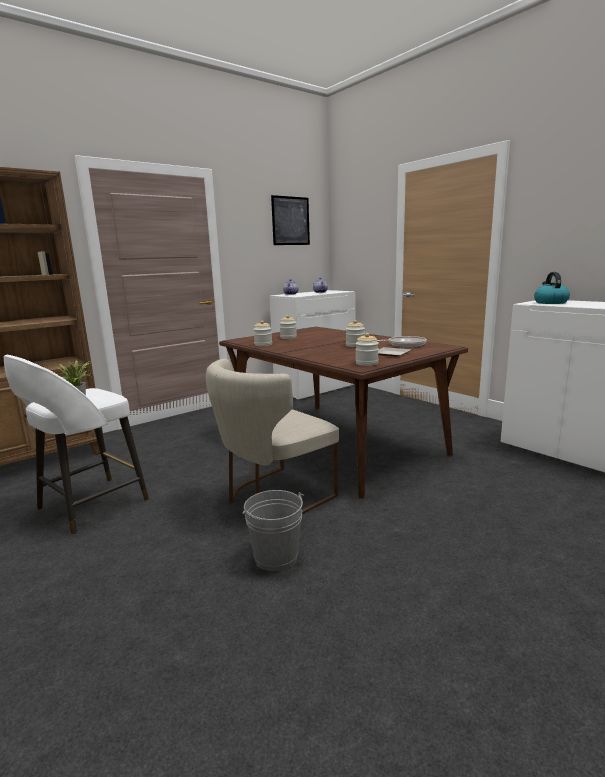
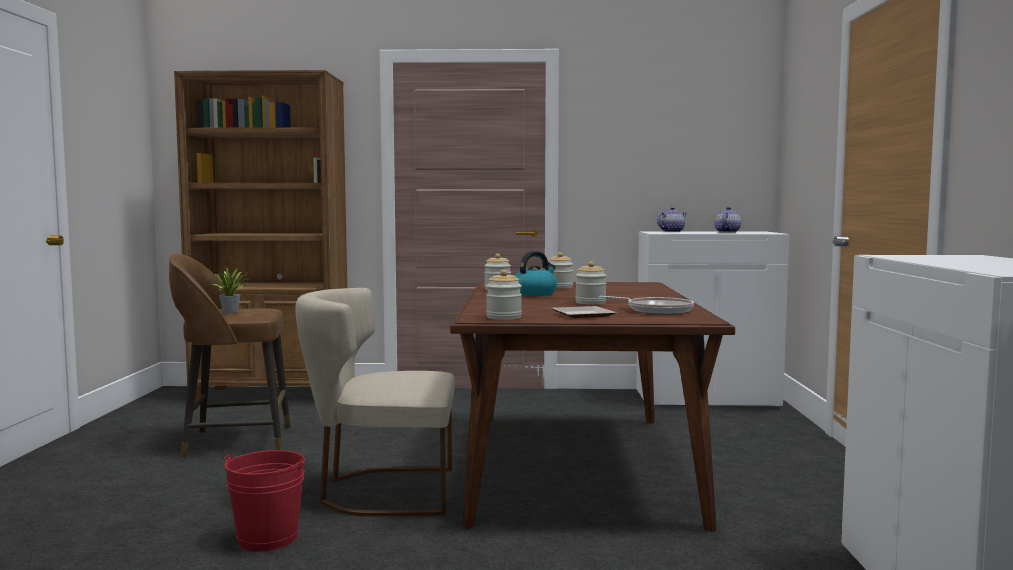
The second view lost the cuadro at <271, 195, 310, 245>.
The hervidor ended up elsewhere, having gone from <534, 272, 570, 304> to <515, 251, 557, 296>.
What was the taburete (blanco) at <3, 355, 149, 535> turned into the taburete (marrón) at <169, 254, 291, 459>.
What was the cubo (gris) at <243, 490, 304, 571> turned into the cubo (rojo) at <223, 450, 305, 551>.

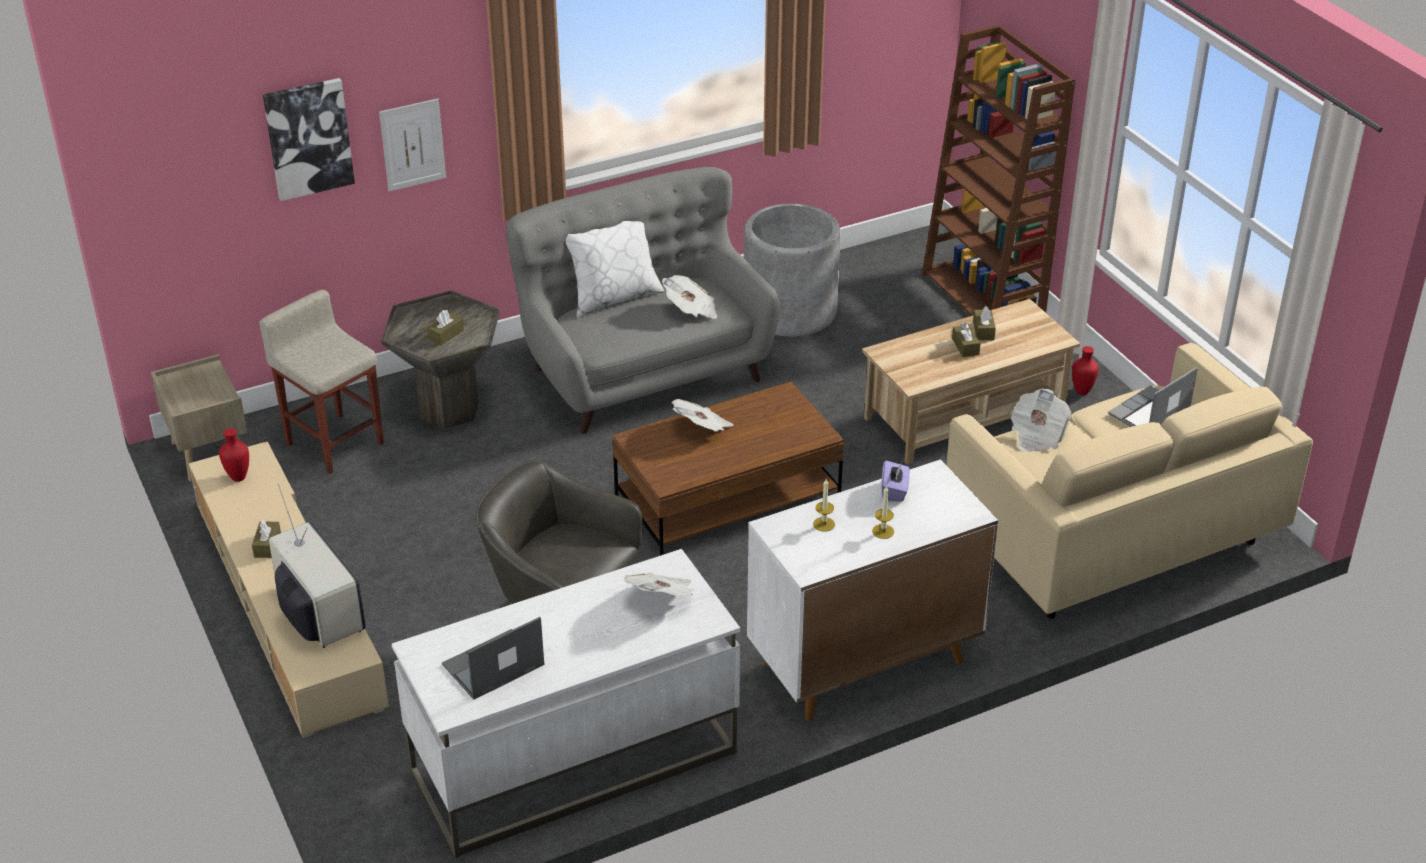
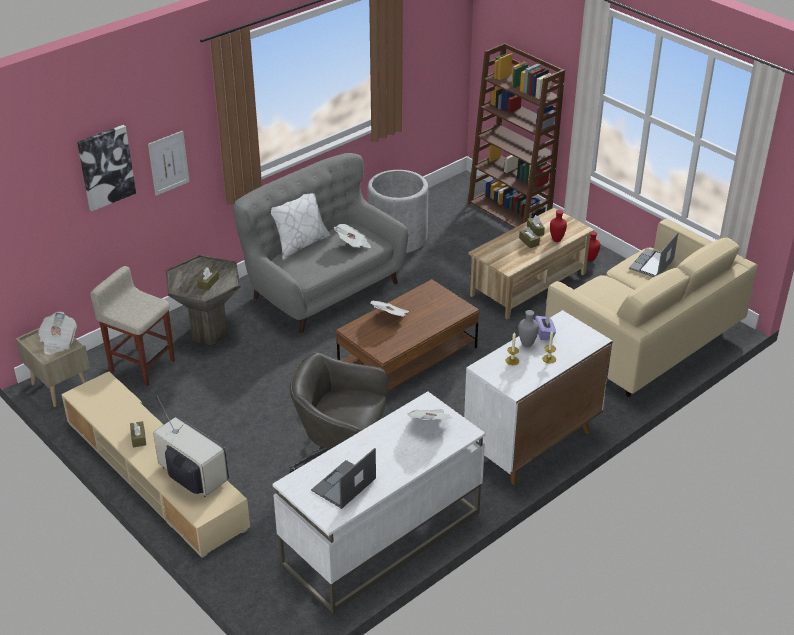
The second view gained the florero (gris) at <518, 310, 539, 348>.
The florero (rojo) ended up elsewhere, having gone from <219, 428, 249, 482> to <550, 210, 567, 242>.
The periódico ended up elsewhere, having gone from <1010, 388, 1072, 452> to <38, 312, 77, 355>.

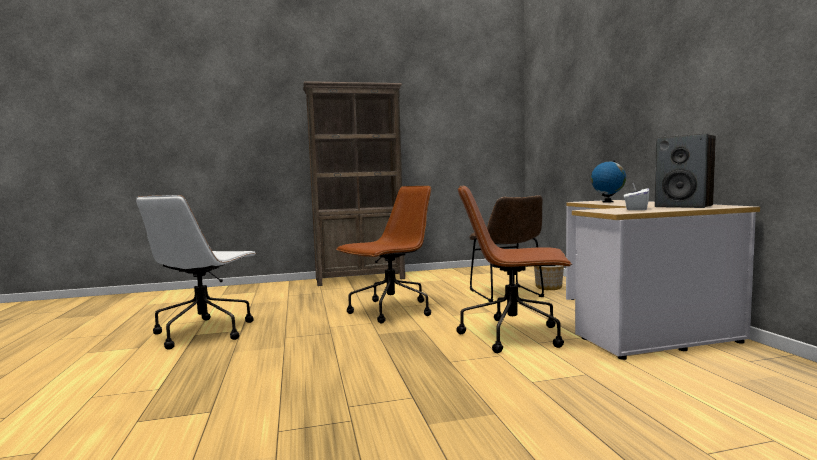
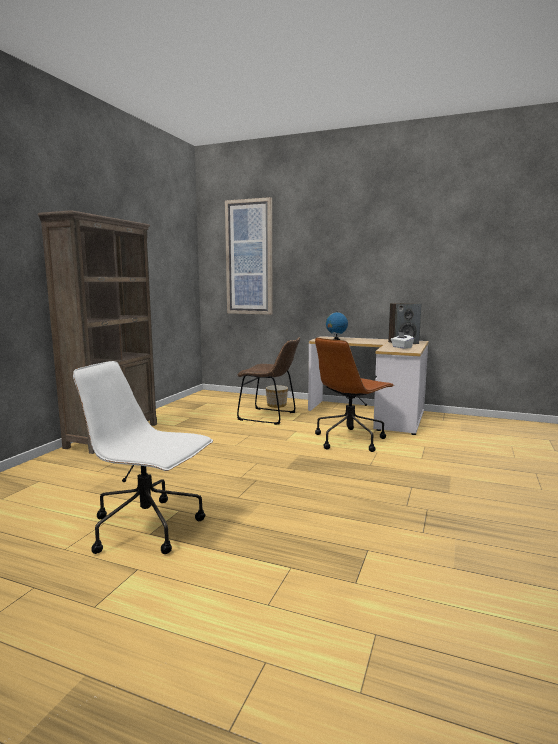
The second view lost the silla de oficina (marrón) at <336, 186, 431, 324>.
The second view gained the cuadro at <225, 197, 272, 315>.
The silla de oficina (blanco) at <136, 195, 257, 349> ended up facing another way, 150 degrees clockwise from before.

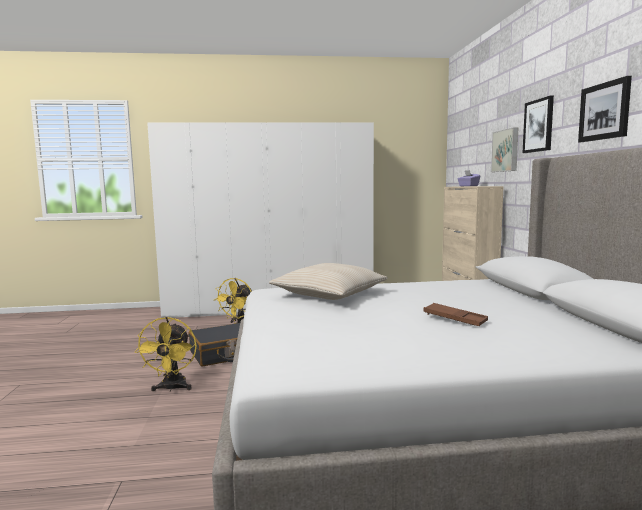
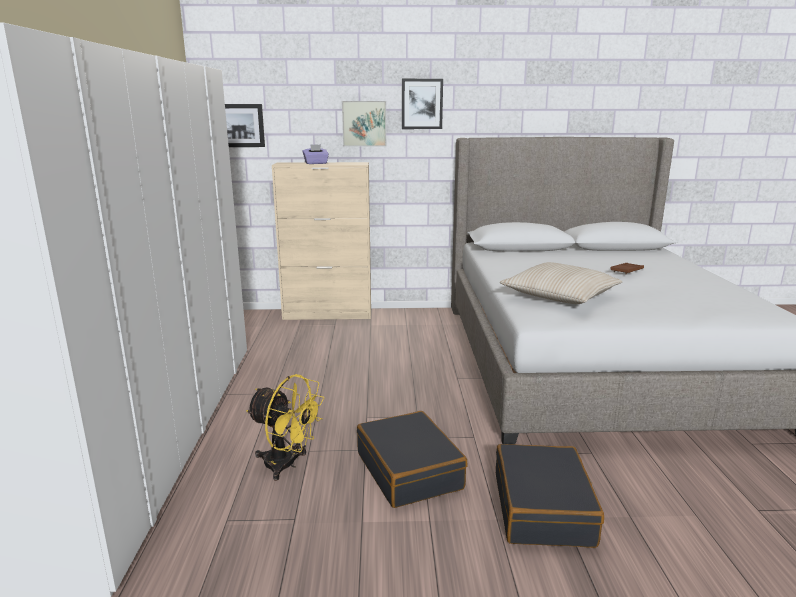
The cuadro ended up elsewhere, having gone from <578, 76, 632, 142> to <225, 104, 265, 147>.
Where the ventilador (amarillo) stood at <135, 317, 197, 392>, the maleta (negro) came to stand at <496, 444, 604, 548>.

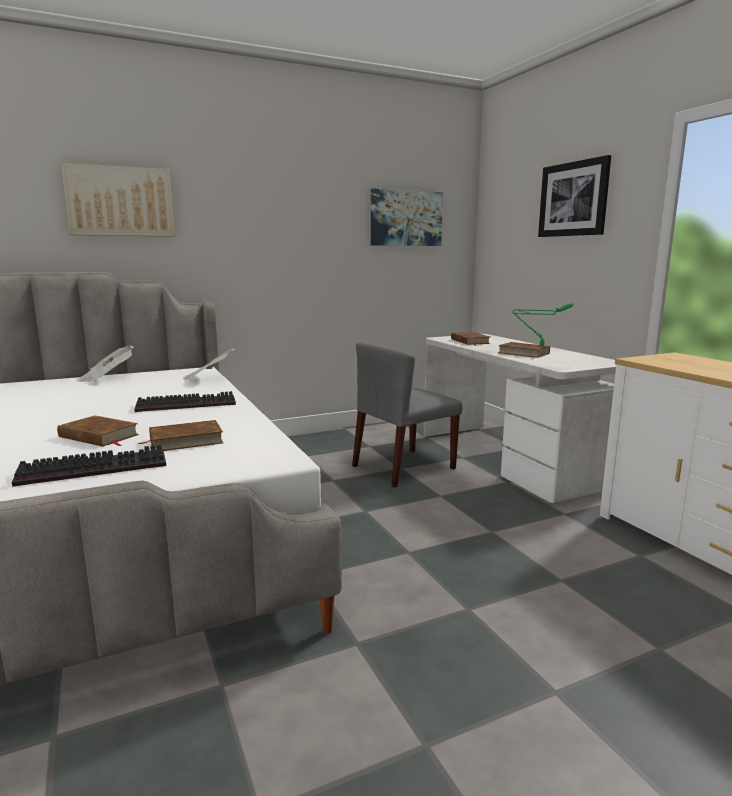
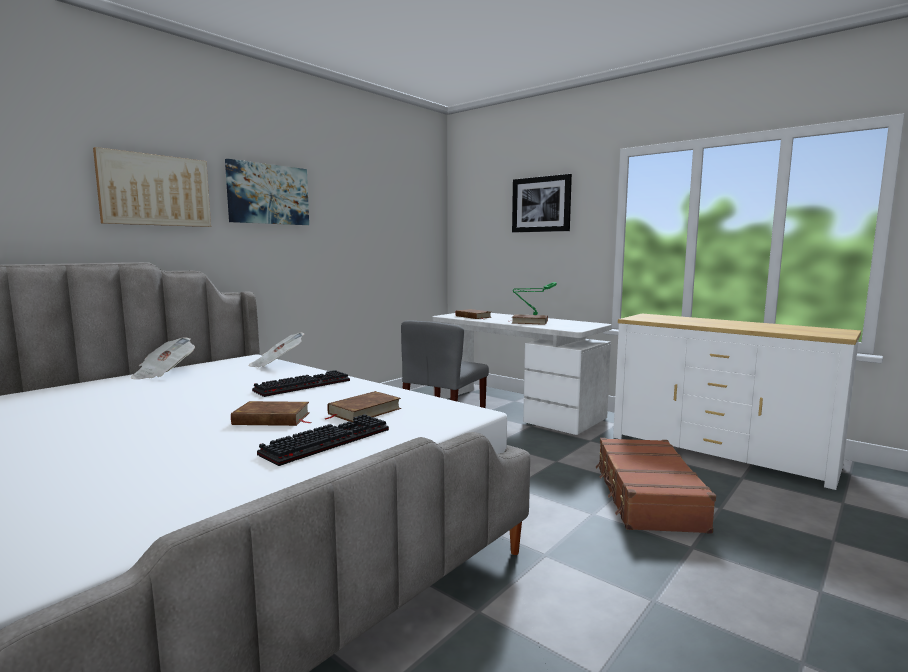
The second view gained the maleta (marrón) at <596, 438, 716, 534>.
The cuadro ended up elsewhere, having gone from <371, 188, 443, 246> to <225, 159, 309, 225>.

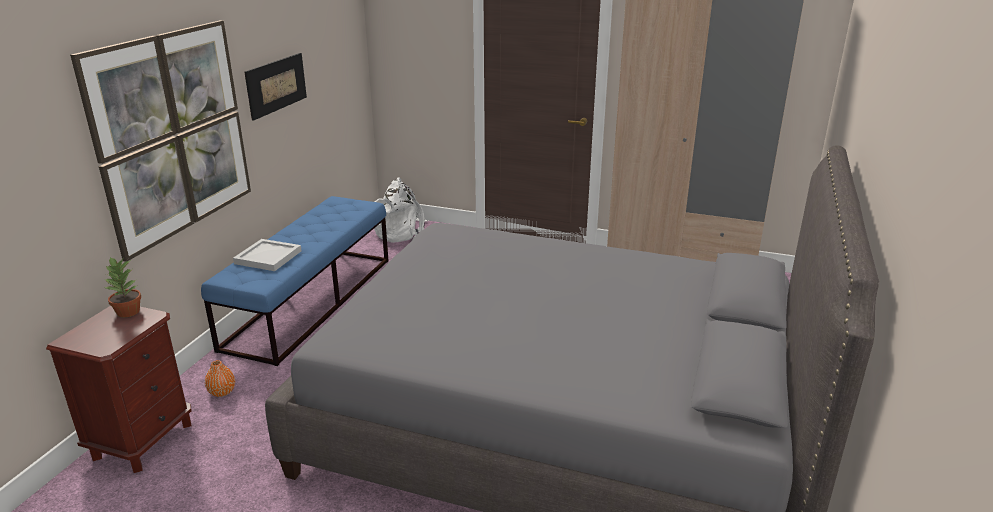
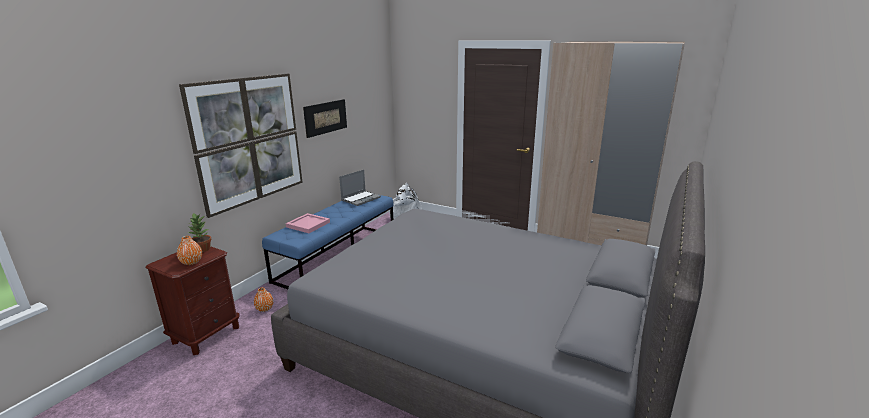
The second view gained the florero (naranja) at <177, 236, 202, 265>.
The second view gained the portátil at <339, 170, 381, 206>.
What was the bandeja (blanco) at <233, 239, 302, 271> turned into the bandeja (rosa) at <286, 213, 330, 233>.

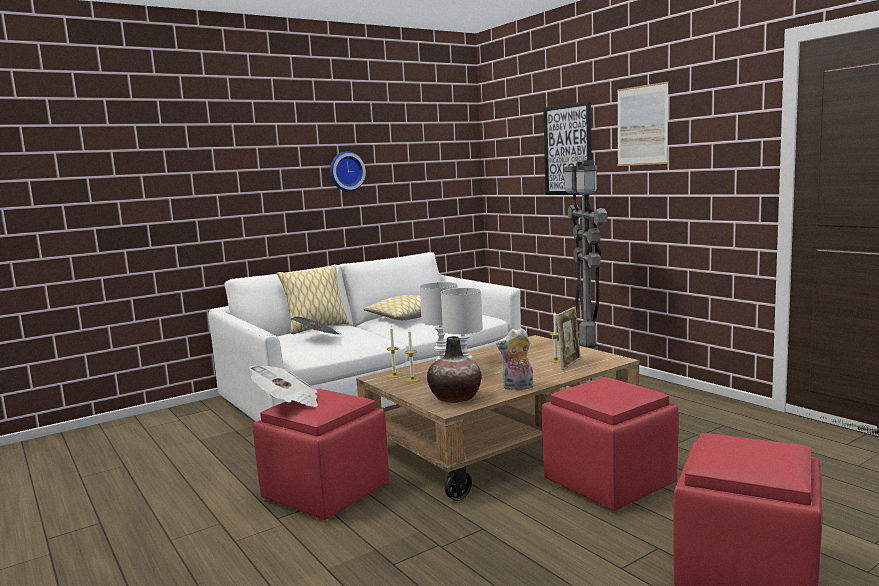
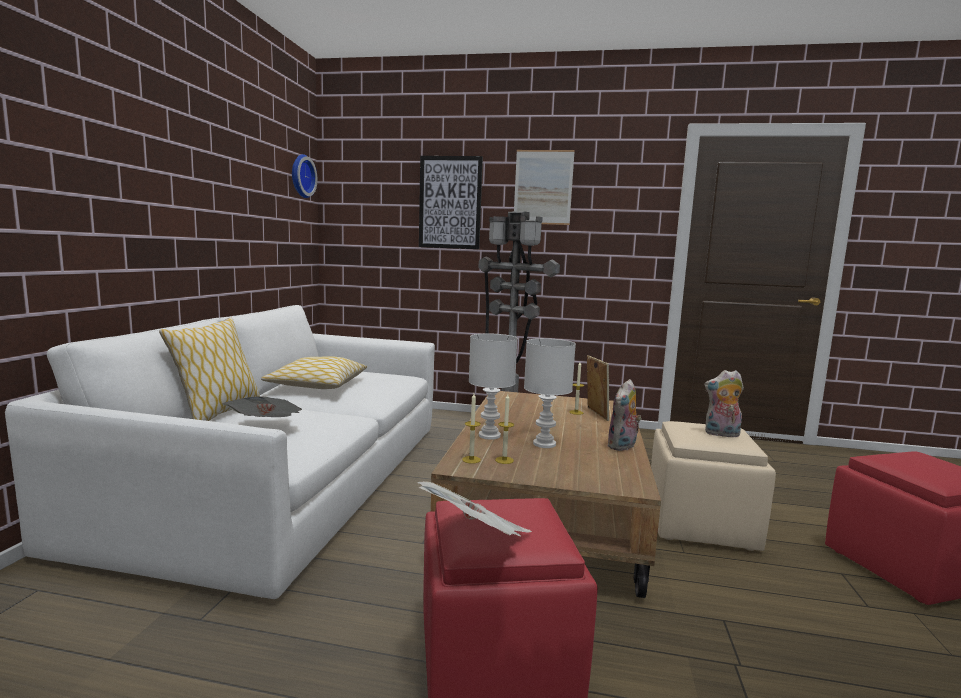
The second view lost the florero at <427, 336, 482, 403>.
The second view gained the peluche at <704, 370, 744, 437>.
The reloj de pared ended up elsewhere, having gone from <330, 151, 366, 192> to <292, 154, 317, 198>.
What was the puf (rojo) at <542, 377, 678, 511> turned into the puf (beis) at <651, 421, 776, 551>.

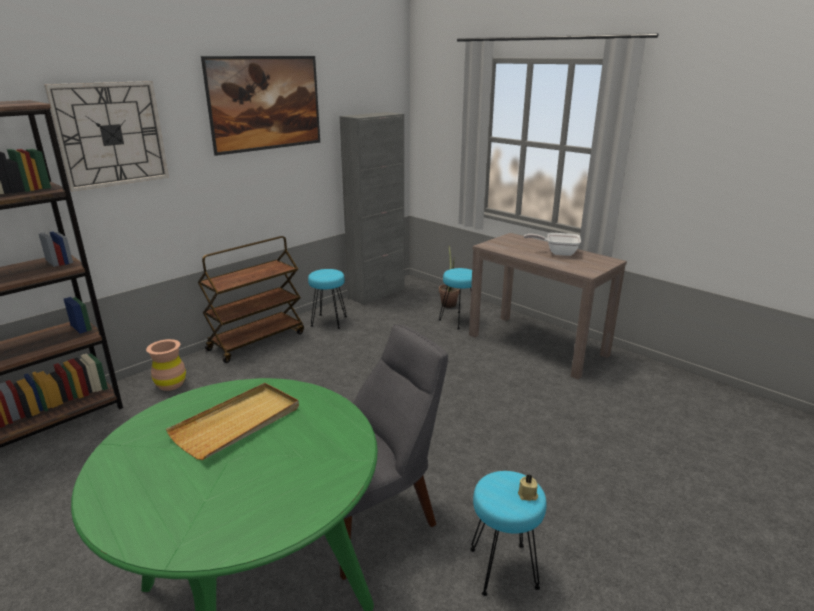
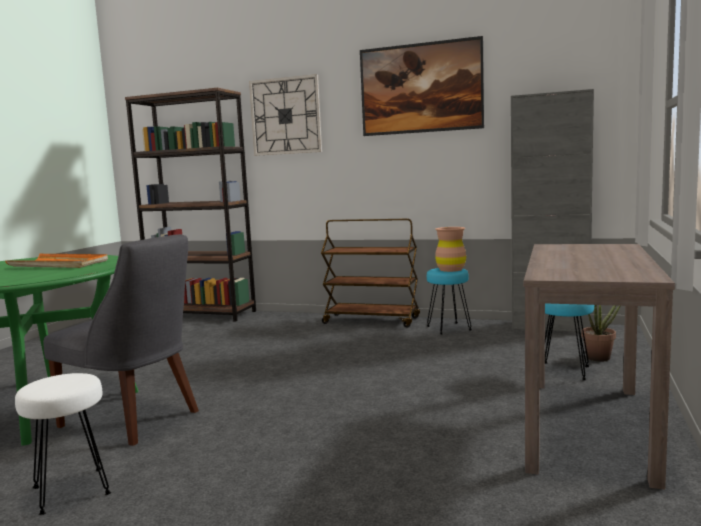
The second view lost the vela (beis) at <518, 474, 538, 501>.
The second view lost the sartén at <524, 233, 581, 256>.
The florero (marrón) ended up elsewhere, having gone from <146, 339, 186, 391> to <435, 227, 466, 272>.
What was the bandeja (beis) at <166, 383, 299, 460> turned into the bandeja (naranja) at <5, 254, 108, 268>.
What was the taburete (turquesa) at <470, 471, 547, 596> turned into the taburete (blanco) at <15, 373, 111, 515>.

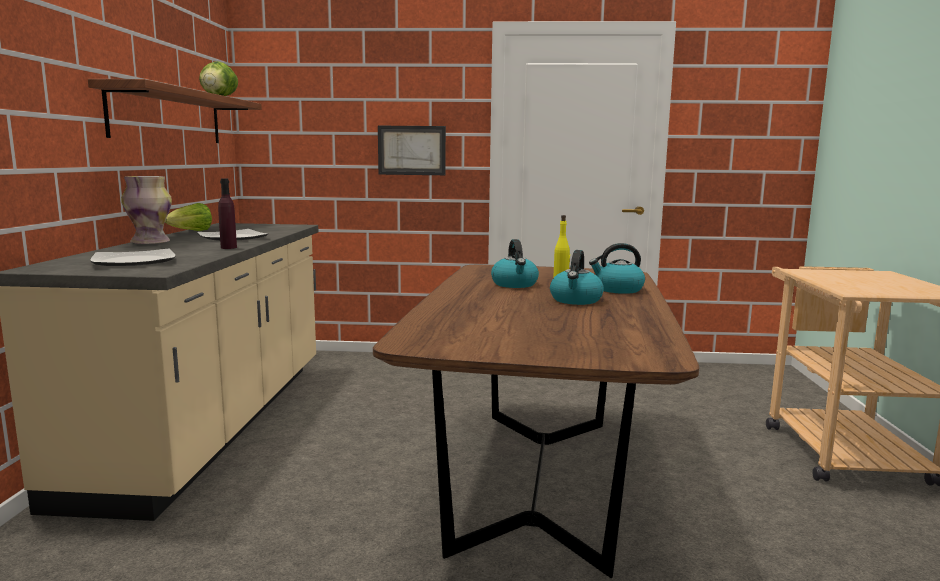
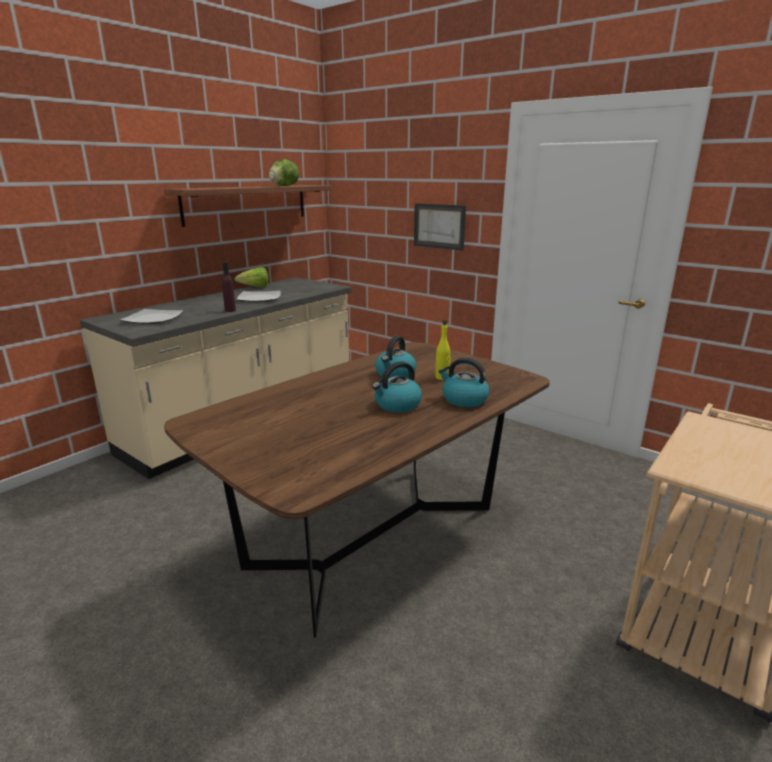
The second view lost the florero at <121, 176, 172, 244>.

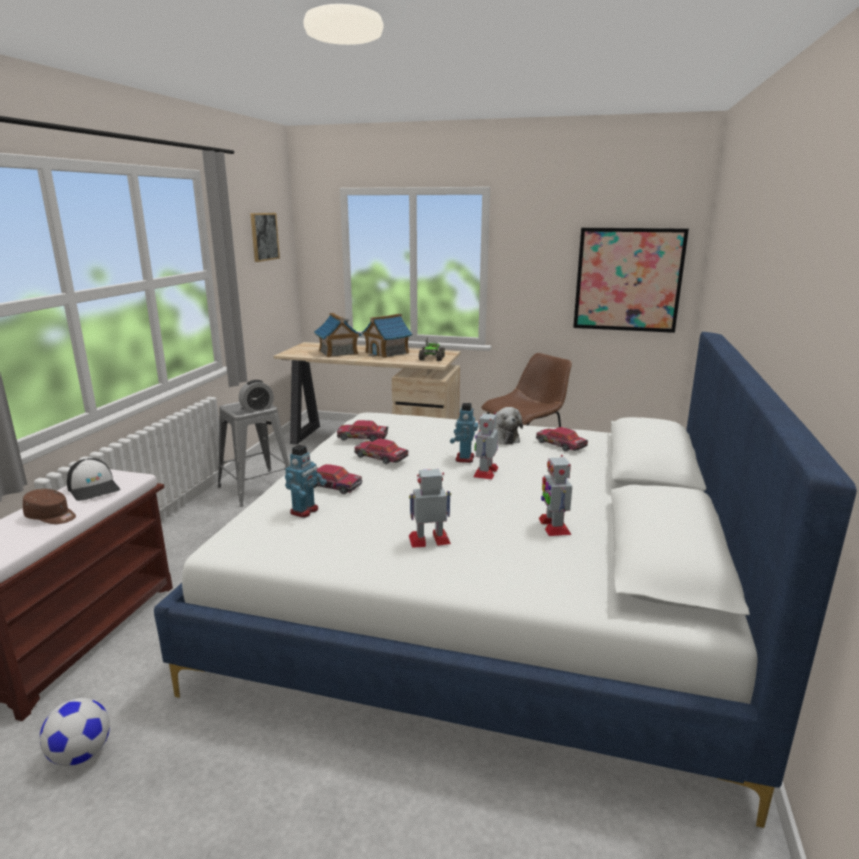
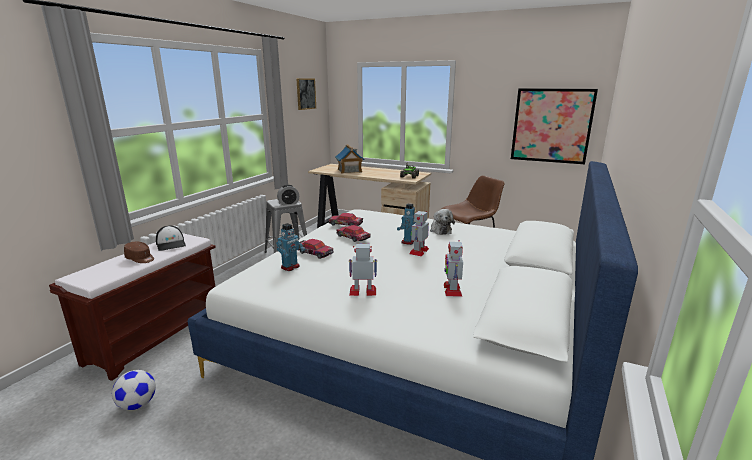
The second view lost the casita at <362, 314, 412, 358>.
The second view lost the coche de juguete at <536, 427, 588, 451>.

